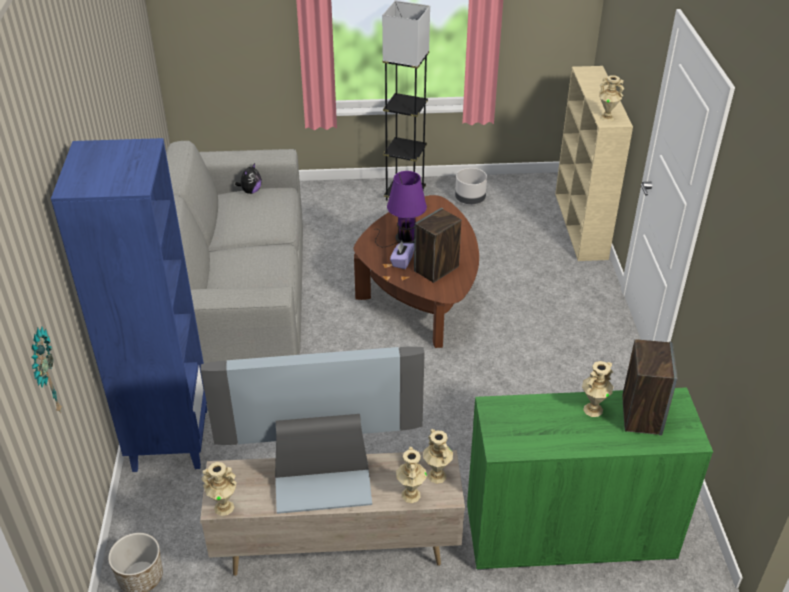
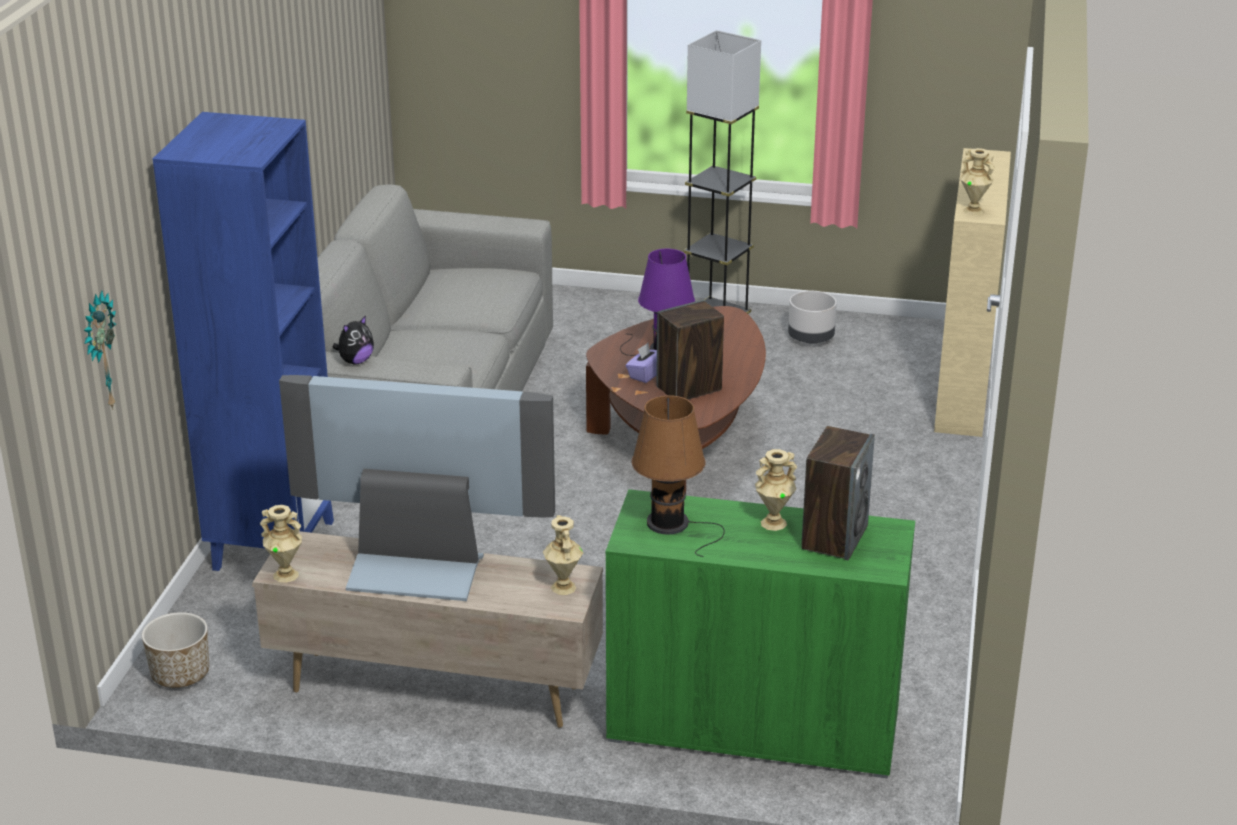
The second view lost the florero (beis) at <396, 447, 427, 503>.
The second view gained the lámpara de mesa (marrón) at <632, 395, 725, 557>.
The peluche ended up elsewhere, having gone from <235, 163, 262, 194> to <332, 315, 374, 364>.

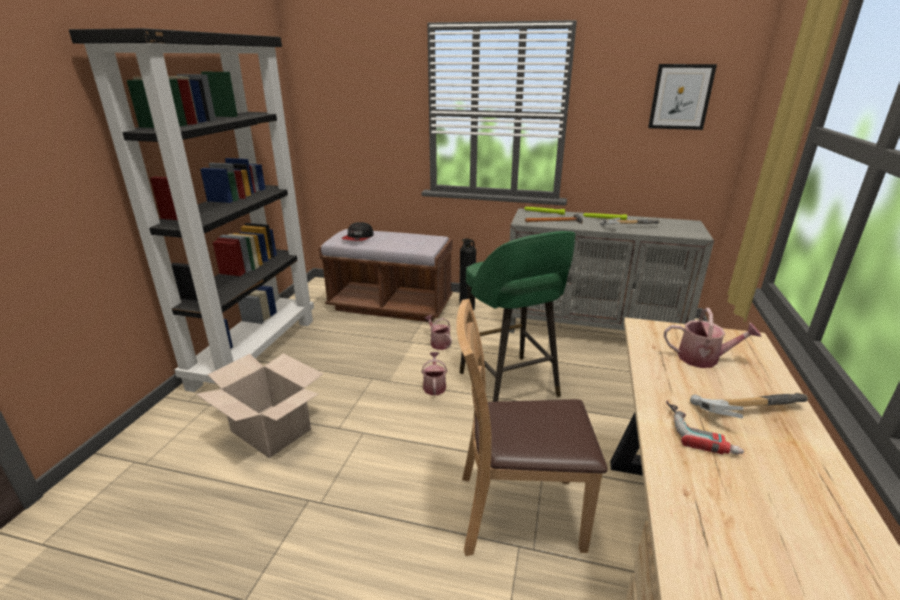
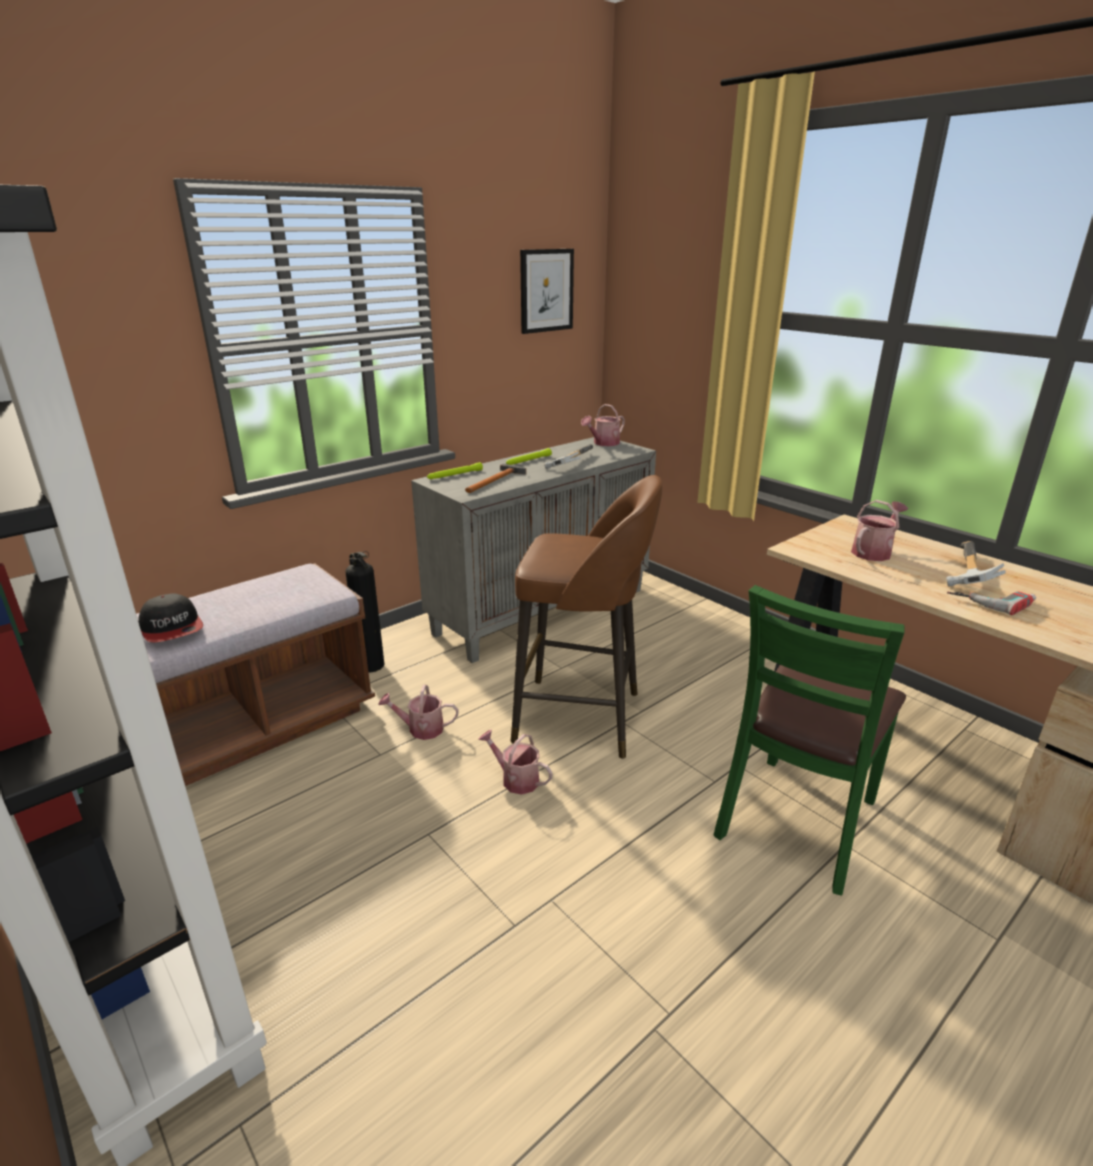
The second view lost the caja de cartón at <196, 353, 323, 458>.
The second view gained the regadera at <581, 404, 625, 446>.
What was the silla (marrón) at <456, 299, 608, 556> turned into the silla (verde) at <714, 585, 906, 896>.
What was the taburete (verde) at <459, 231, 576, 402> turned into the taburete (marrón) at <511, 475, 662, 759>.

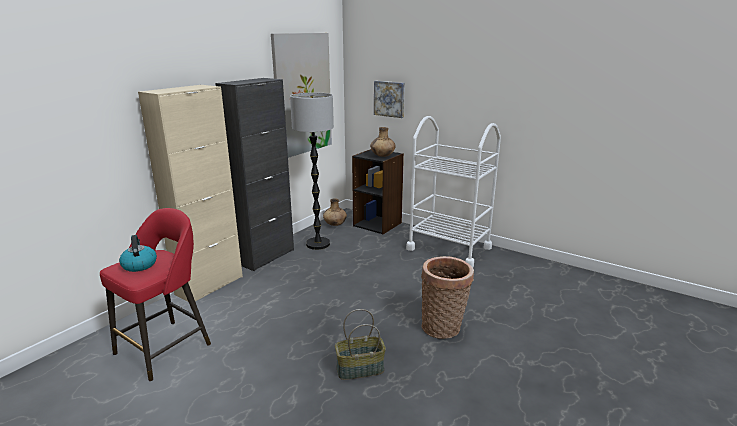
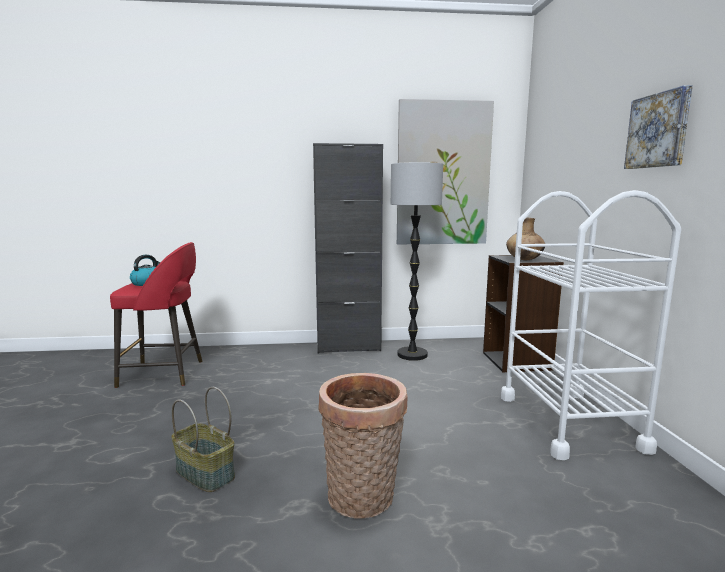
The second view lost the armario (beis) at <138, 85, 243, 302>.
The second view lost the florero (marrón) at <323, 198, 347, 226>.
The cuadro ended up elsewhere, having gone from <374, 81, 405, 118> to <624, 85, 693, 169>.

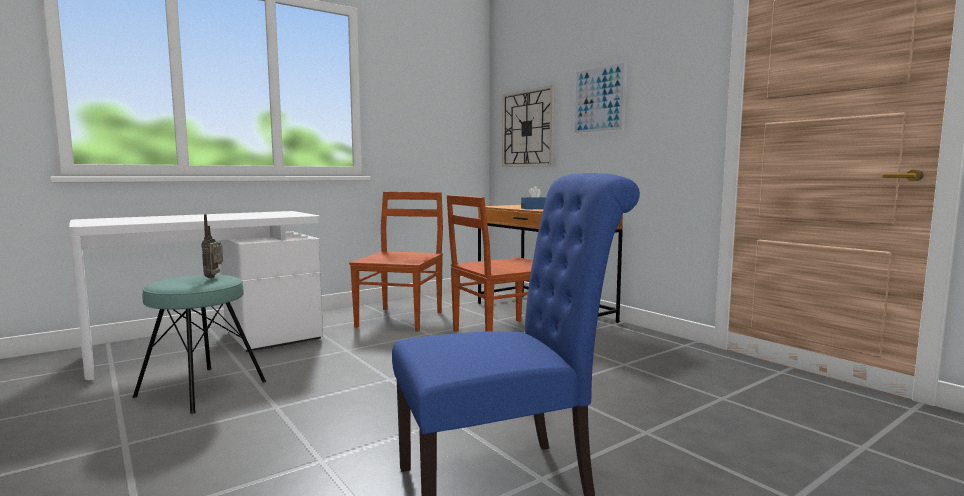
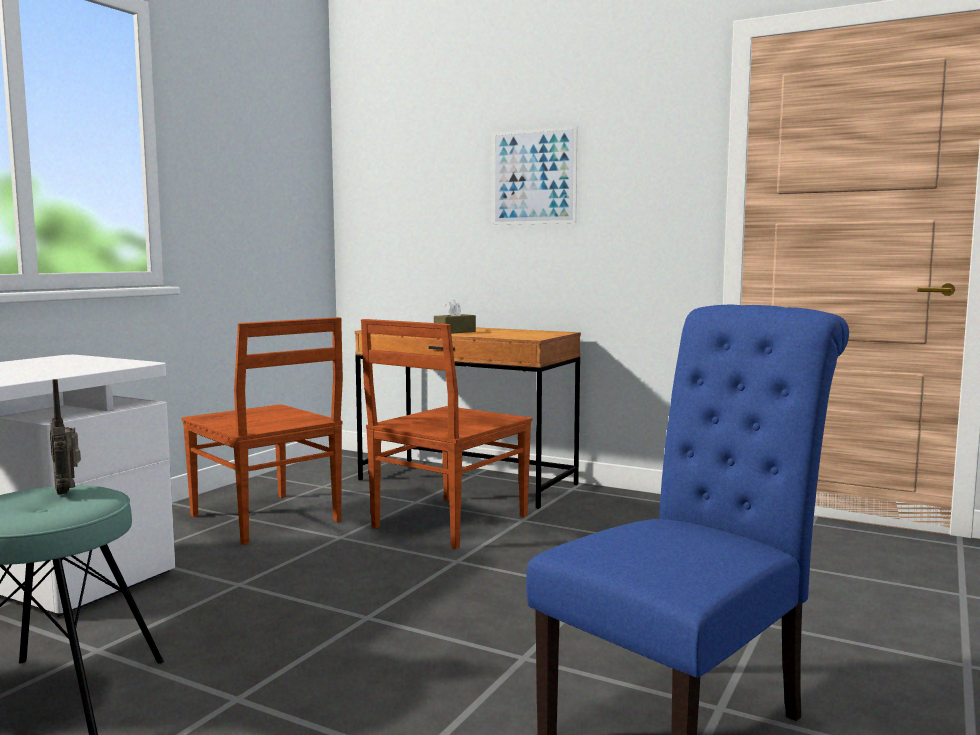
The second view lost the reloj de pared at <502, 85, 555, 167>.
What was the caja de pañuelos (azul) at <521, 186, 546, 209> turned into the caja de pañuelos (marrón) at <434, 300, 476, 334>.
The silla (marrón) at <349, 192, 443, 332> ended up facing another way, 150 degrees clockwise from before.

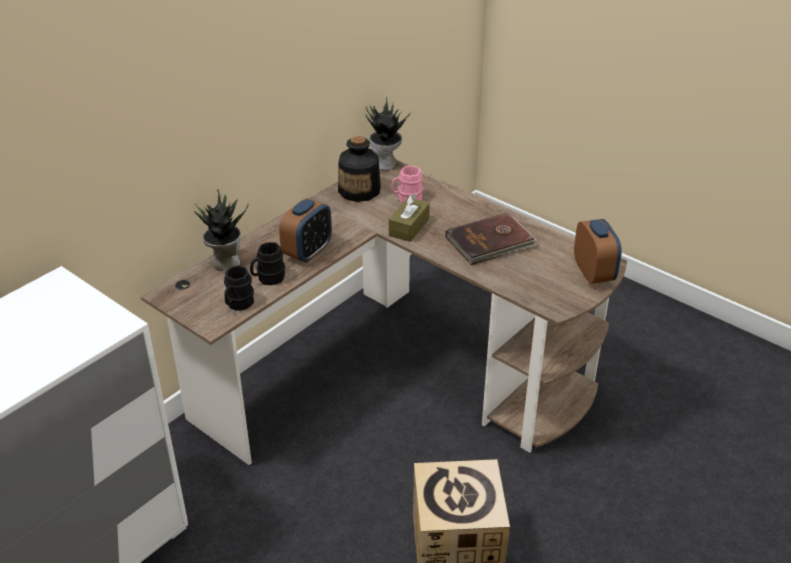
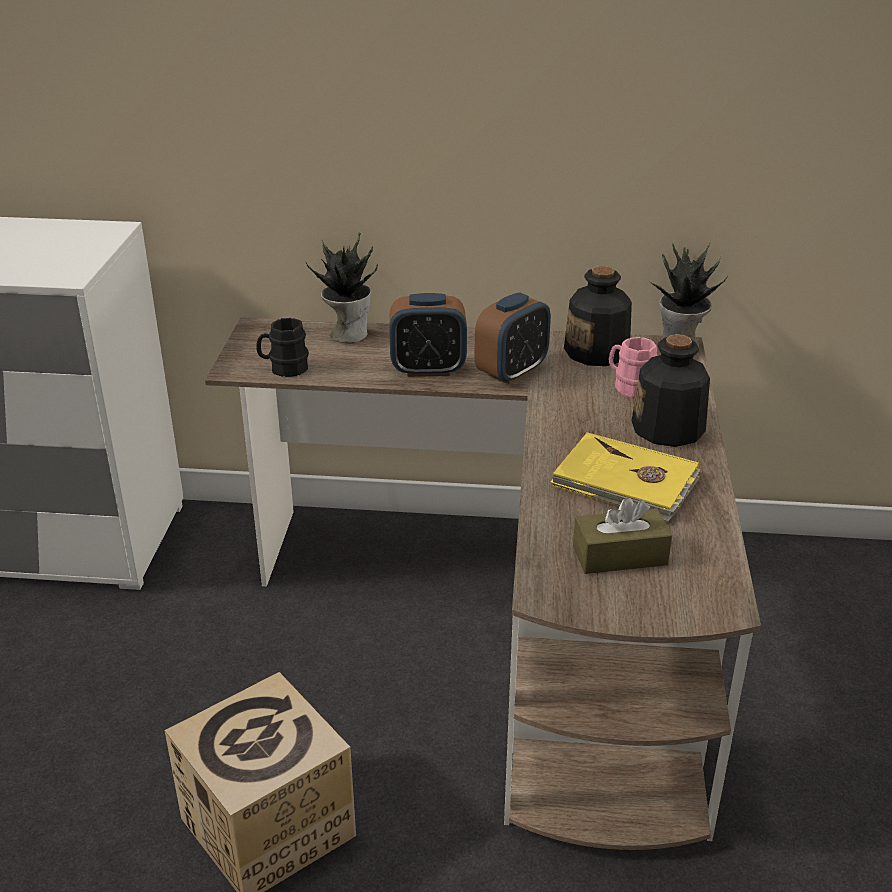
The second view lost the taza grande (negro) at <250, 242, 285, 285>.
The second view gained the botella at <631, 334, 710, 447>.
The caja de pañuelos (marrón) ended up elsewhere, having gone from <389, 193, 430, 242> to <573, 497, 672, 574>.
The despertador ended up elsewhere, having gone from <574, 219, 622, 284> to <475, 292, 551, 384>.
What was the libro (marrón) at <446, 213, 537, 265> turned into the libro (amarillo) at <550, 432, 700, 522>.

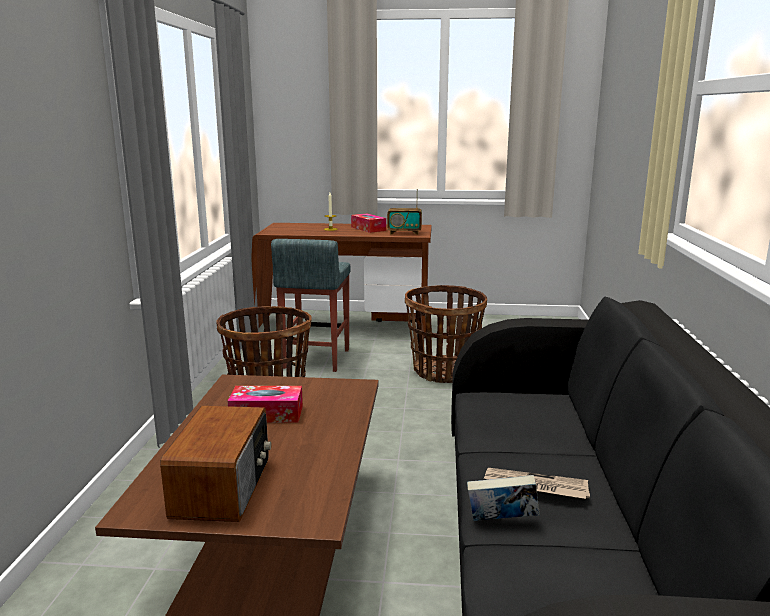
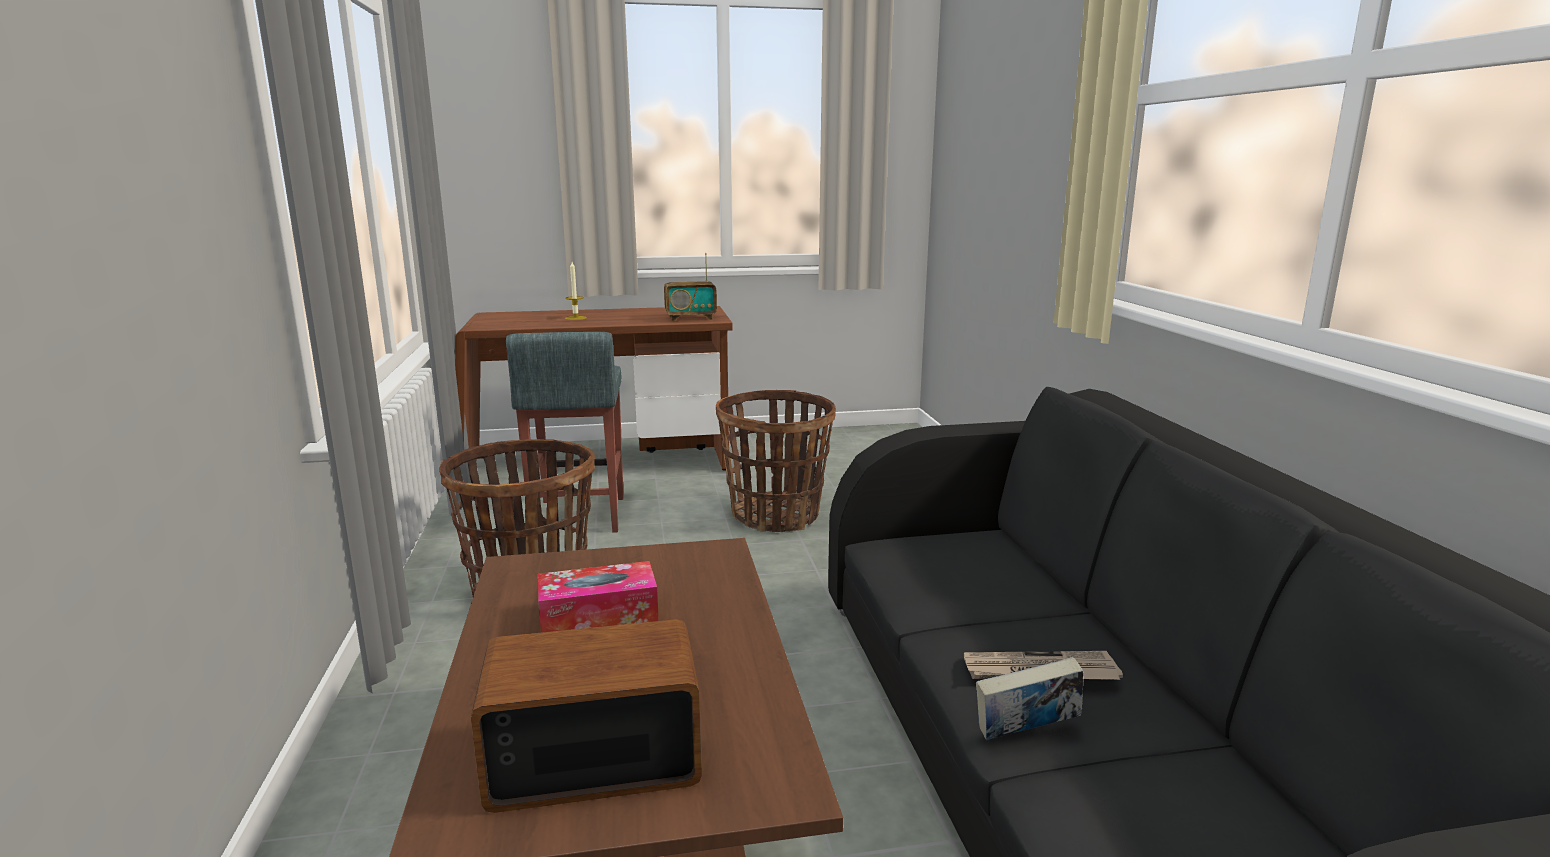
The second view lost the caja de pañuelos at <351, 213, 386, 233>.
The radio at <160, 406, 271, 522> ended up facing another way, 90 degrees counterclockwise from before.

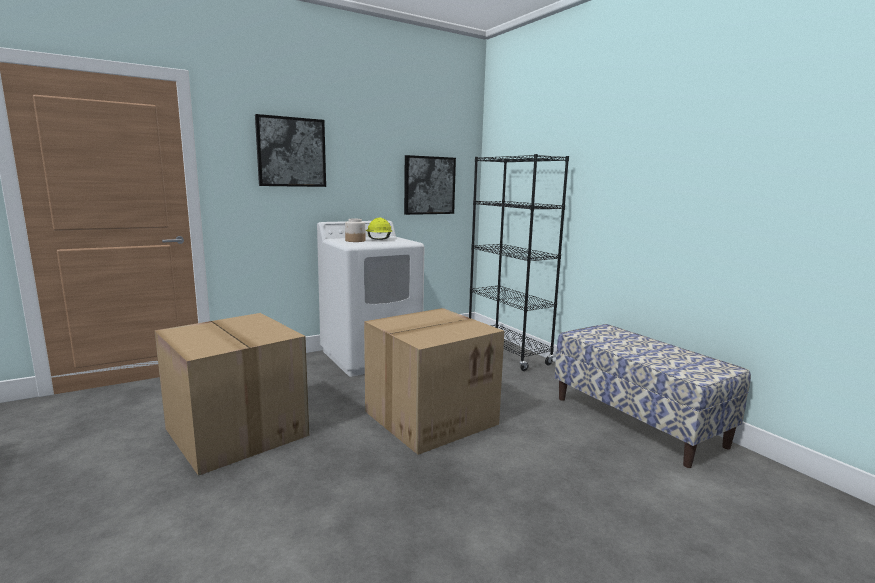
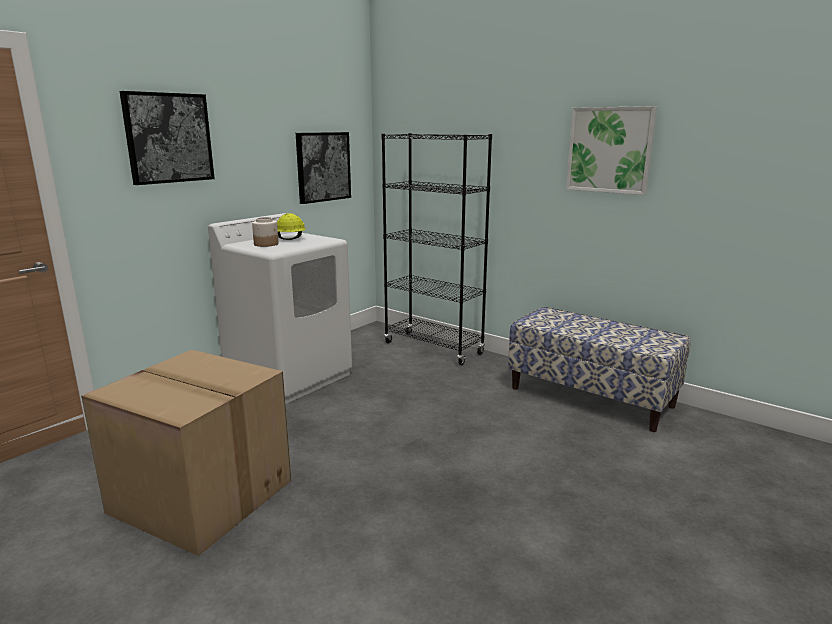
The second view lost the caja de cartón at <364, 308, 504, 455>.
The second view gained the cuadro at <566, 106, 657, 195>.

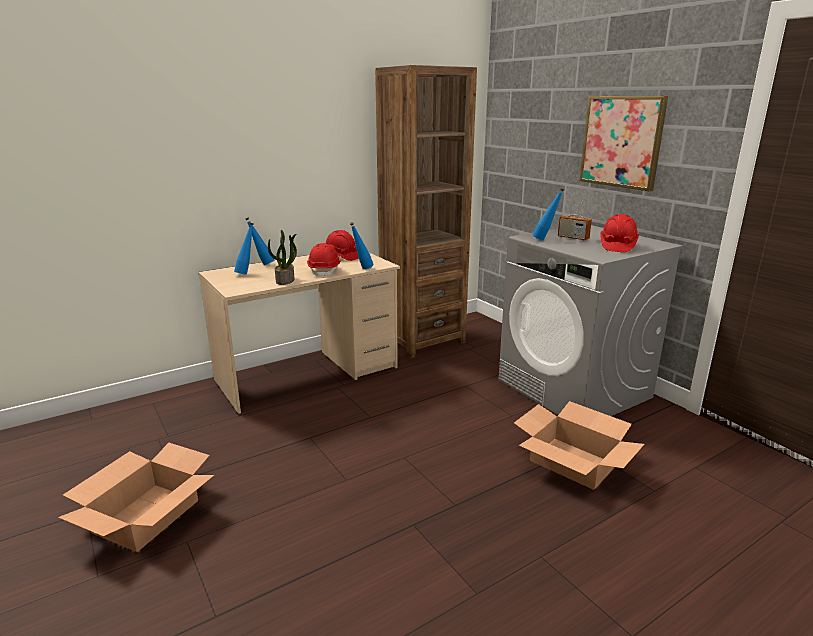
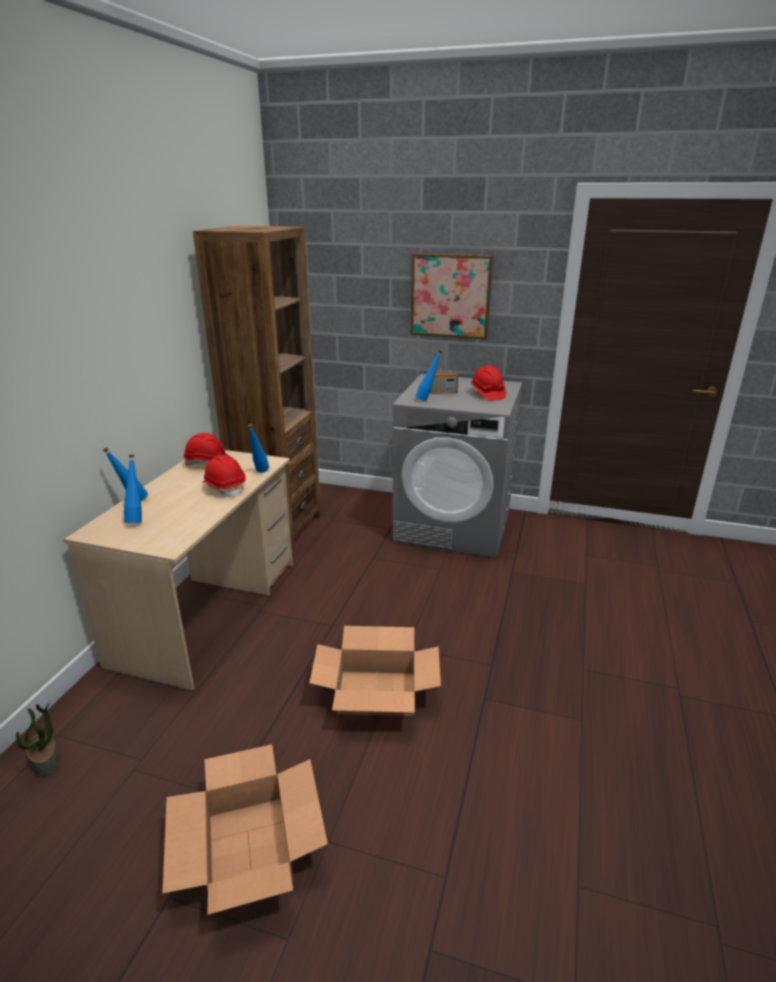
The planta en maceta ended up elsewhere, having gone from <268, 230, 297, 285> to <16, 702, 60, 777>.
The caja de cartón ended up elsewhere, having gone from <514, 401, 644, 490> to <309, 626, 441, 716>.

